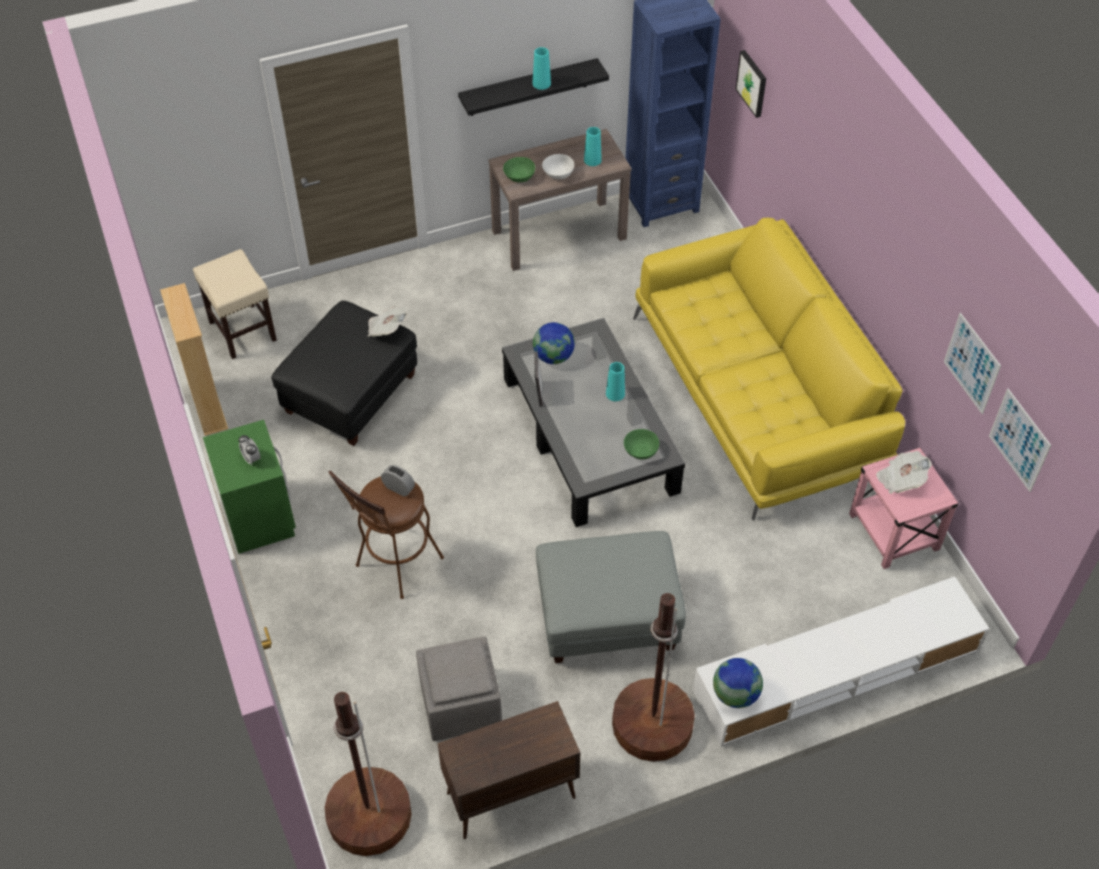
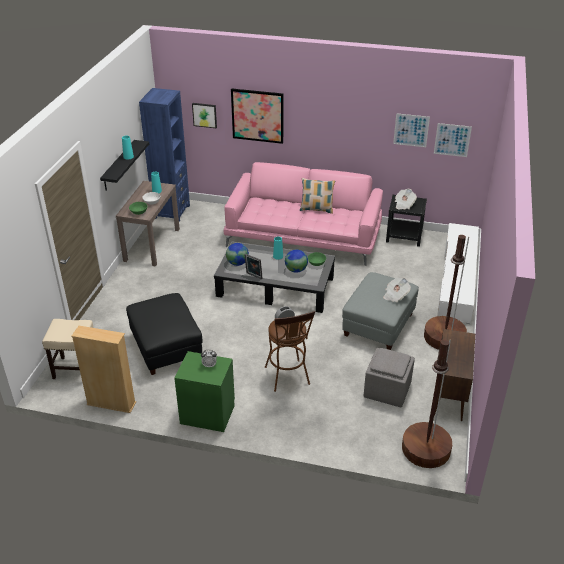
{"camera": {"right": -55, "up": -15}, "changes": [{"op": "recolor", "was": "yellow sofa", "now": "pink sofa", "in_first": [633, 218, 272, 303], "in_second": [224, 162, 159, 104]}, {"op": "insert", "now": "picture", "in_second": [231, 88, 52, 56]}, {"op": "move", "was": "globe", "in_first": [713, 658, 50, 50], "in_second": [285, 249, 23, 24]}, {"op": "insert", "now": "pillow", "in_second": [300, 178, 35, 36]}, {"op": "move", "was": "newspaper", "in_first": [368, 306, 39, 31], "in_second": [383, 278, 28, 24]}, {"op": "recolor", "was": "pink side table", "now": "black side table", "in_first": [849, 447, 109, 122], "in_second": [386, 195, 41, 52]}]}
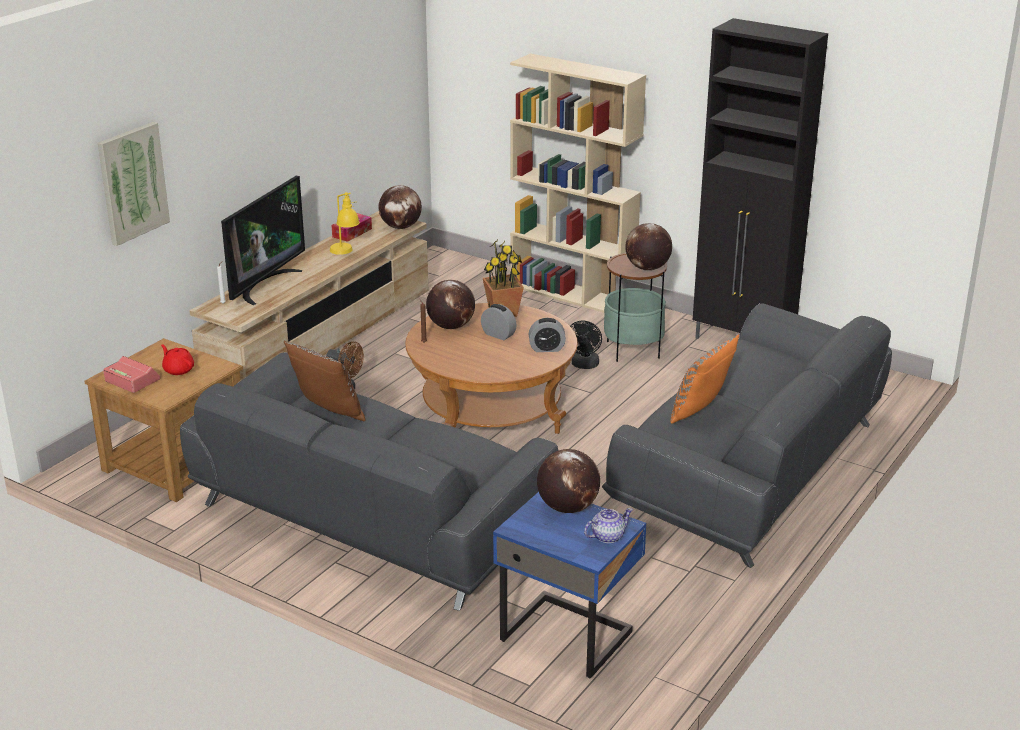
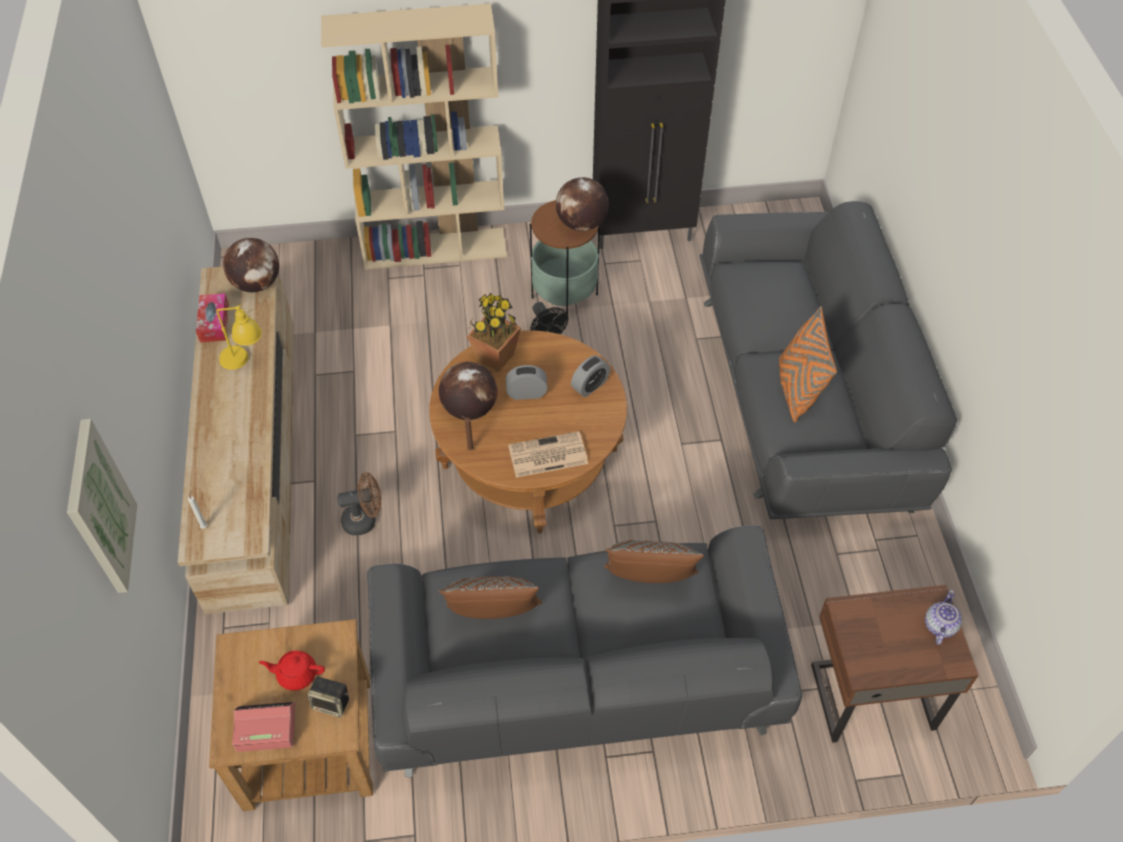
{"camera": {"right": -40, "up": 25}, "changes": [{"op": "insert", "now": "speaker", "in_second": [307, 676, 42, 41]}, {"op": "insert", "now": "newspaper", "in_second": [508, 431, 80, 47]}, {"op": "insert", "now": "brown pillow", "in_second": [604, 540, 100, 43]}, {"op": "recolor", "was": "blue nightstand", "now": "brown nightstand", "in_first": [493, 492, 153, 186], "in_second": [811, 585, 168, 158]}, {"op": "delete", "was": "television", "in_first": [221, 176, 84, 129]}, {"op": "delete", "was": "globe", "in_first": [537, 449, 63, 64]}]}
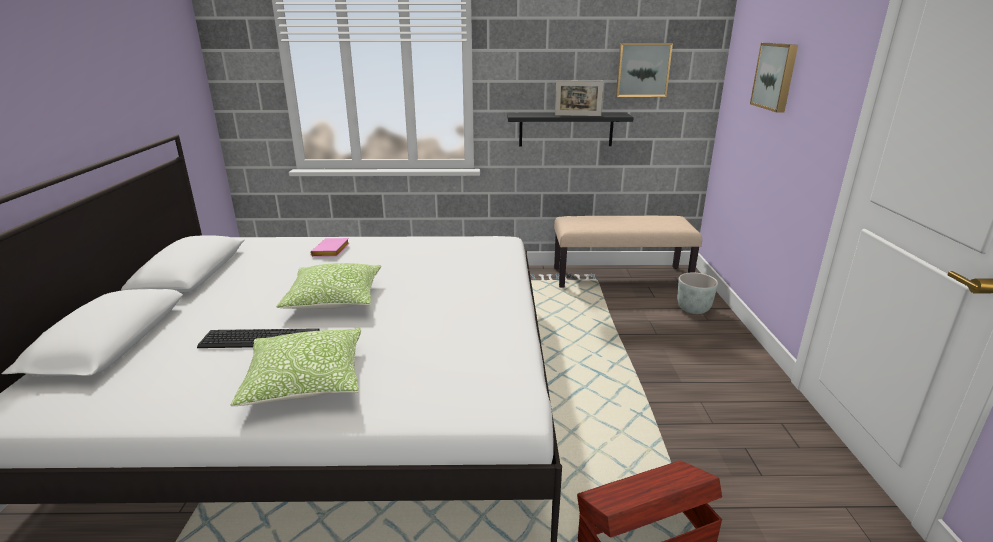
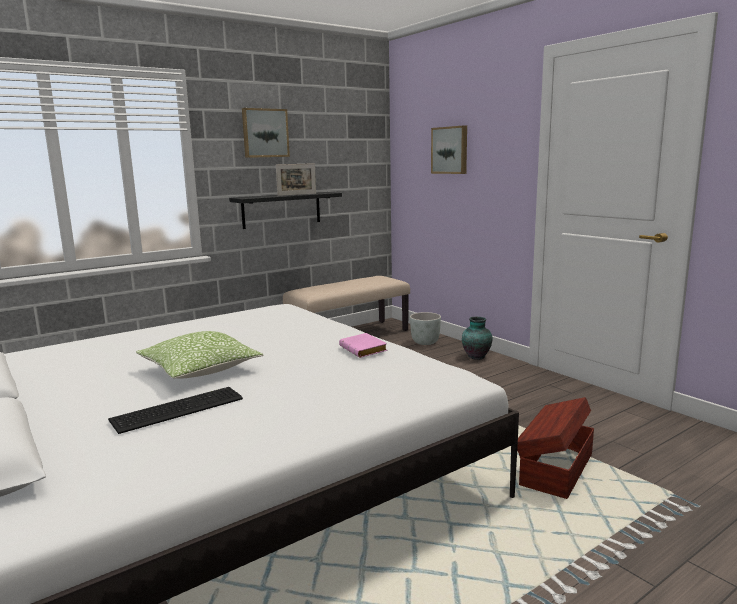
{"camera": {"right": -35, "up": -10}, "changes": [{"op": "move", "was": "picture", "in_first": [616, 43, 57, 54], "in_second": [242, 108, 48, 50]}, {"op": "move", "was": "pink book", "in_first": [311, 238, 39, 19], "in_second": [339, 333, 49, 25]}, {"op": "insert", "now": "vase", "in_second": [462, 317, 31, 43]}, {"op": "delete", "was": "pillow", "in_first": [231, 328, 130, 78]}]}
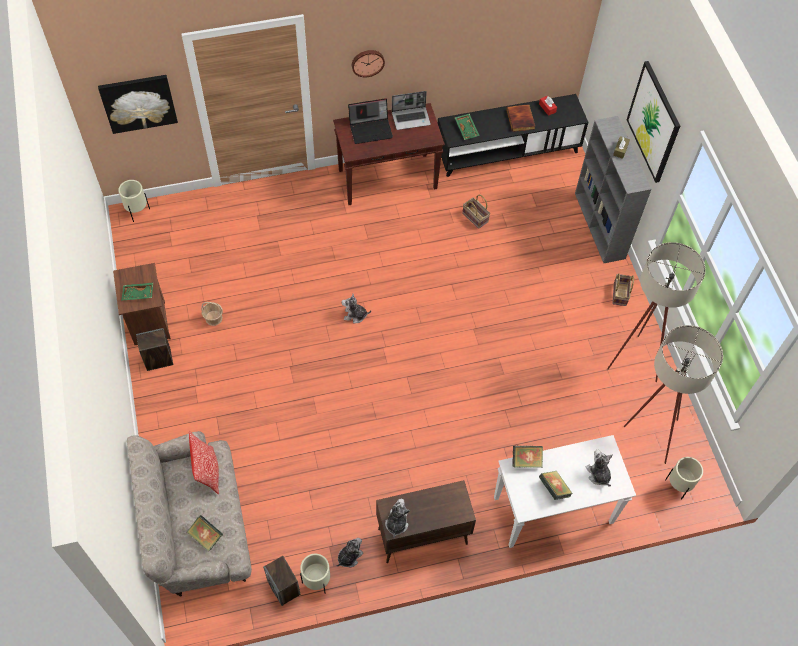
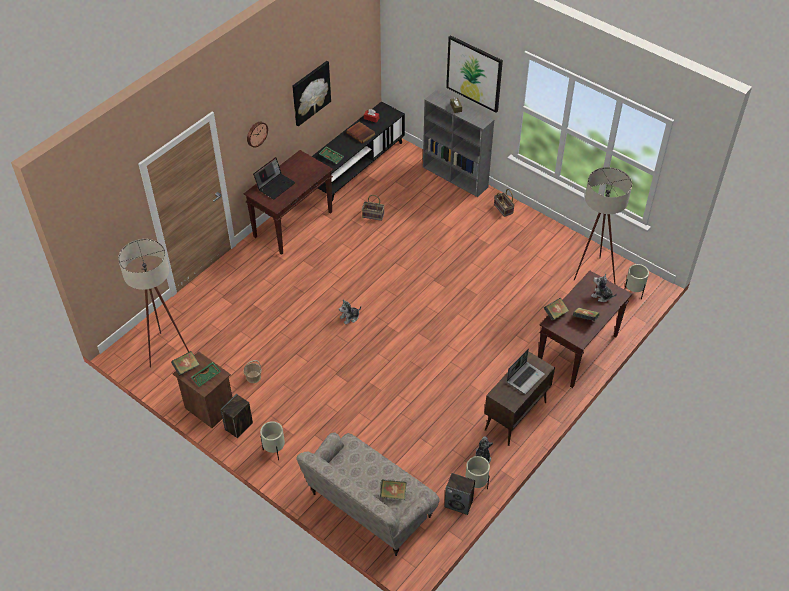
{"camera": {"right": -35, "up": -10}, "changes": [{"op": "move", "was": "beige floor lamp", "in_first": [607, 242, 99, 140], "in_second": [118, 239, 71, 129]}, {"op": "insert", "now": "book", "in_second": [171, 351, 29, 25]}, {"op": "move", "was": "beige planter", "in_first": [118, 180, 32, 42], "in_second": [260, 421, 25, 39]}, {"op": "move", "was": "picture", "in_first": [98, 75, 80, 59], "in_second": [292, 61, 39, 65]}, {"op": "move", "was": "laptop", "in_first": [392, 91, 39, 39], "in_second": [507, 349, 38, 45]}, {"op": "recolor", "was": "white console table", "now": "brown console table", "in_first": [494, 435, 142, 113], "in_second": [538, 271, 94, 117]}, {"op": "delete", "was": "pillow", "in_first": [189, 431, 30, 64]}, {"op": "delete", "was": "plush toy", "in_first": [385, 499, 25, 38]}]}
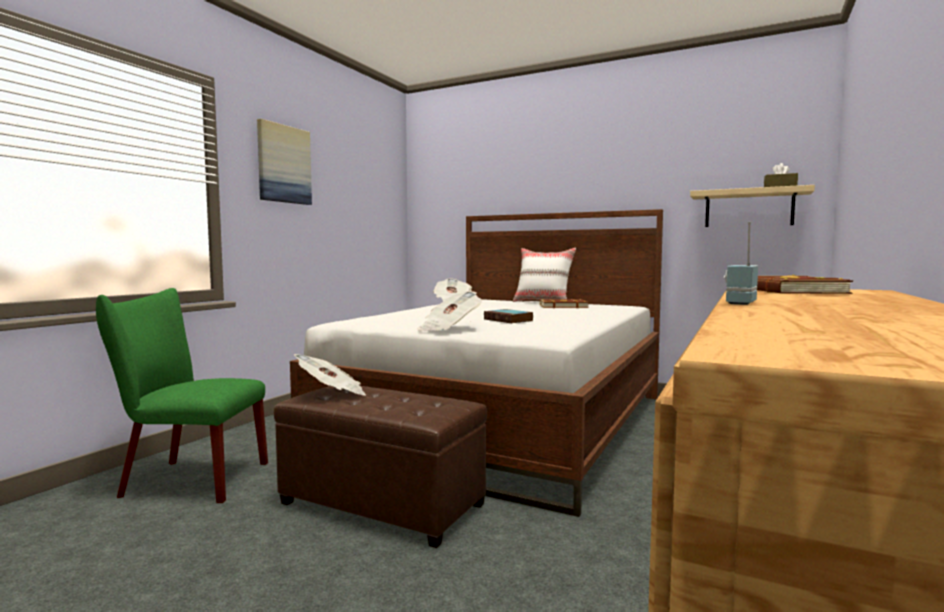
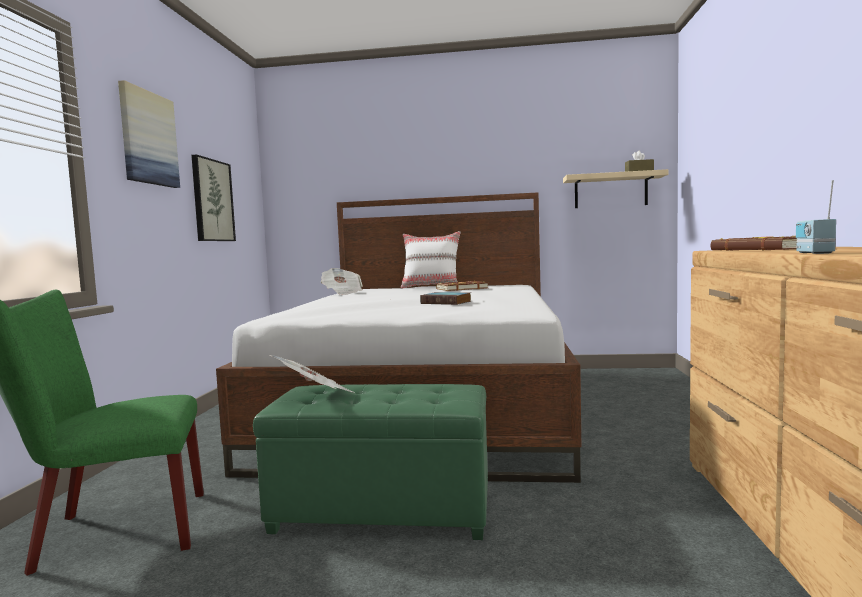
{"camera": {"right": -20, "up": 0}, "changes": [{"op": "insert", "now": "picture", "in_second": [191, 155, 45, 86]}, {"op": "recolor", "was": "brown ottoman", "now": "green ottoman", "in_first": [274, 386, 213, 162], "in_second": [253, 384, 235, 156]}, {"op": "delete", "was": "newspaper", "in_first": [417, 291, 65, 40]}]}
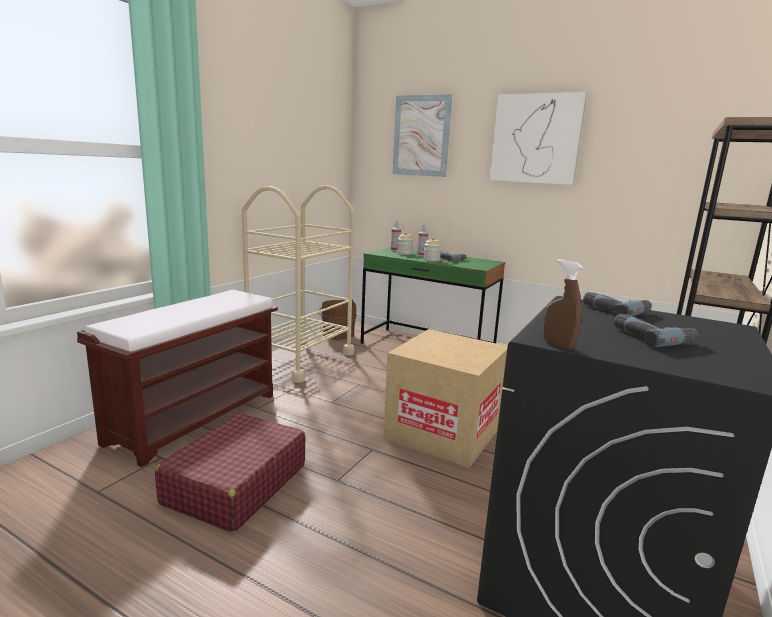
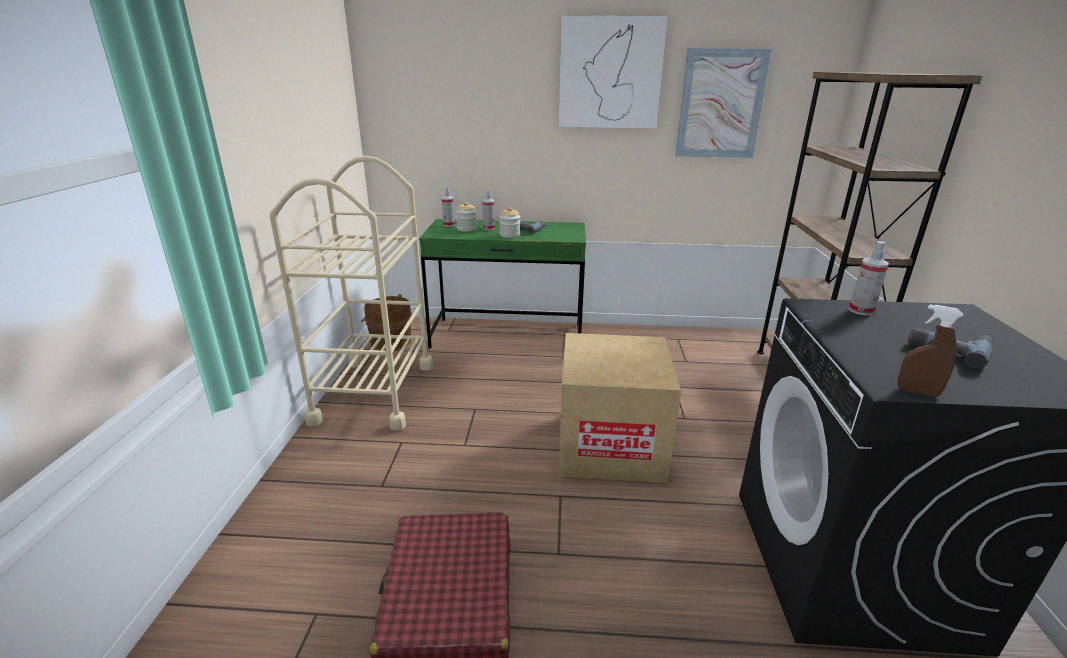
{"camera": {"right": -25, "up": 10}, "changes": [{"op": "move", "was": "picture", "in_first": [393, 94, 59, 83], "in_second": [675, 48, 97, 110]}, {"op": "replace", "was": "power drill", "now": "spray bottle", "in_first": [583, 292, 69, 24], "in_second": [849, 241, 40, 75]}, {"op": "delete", "was": "brown bench", "in_first": [77, 290, 201, 177]}]}
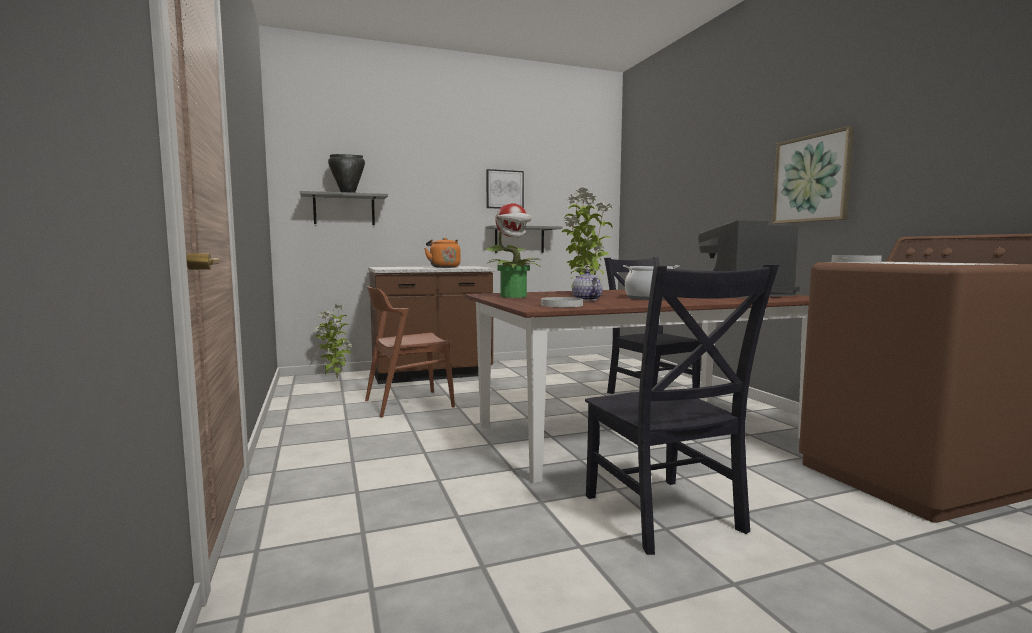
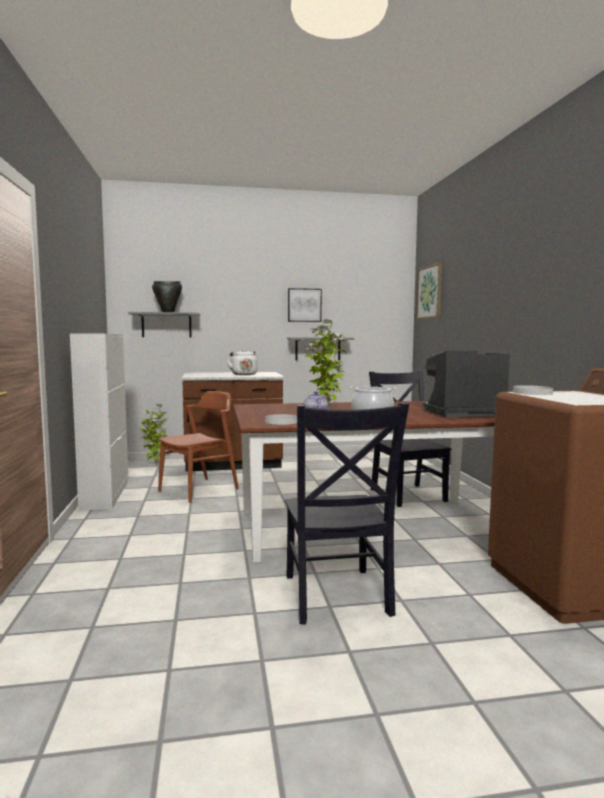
{"camera": {"right": 10, "up": 0}, "changes": [{"op": "insert", "now": "white cabinet", "in_second": [70, 333, 58, 178]}, {"op": "rotate", "was": "brown chair", "in_first": [365, 286, 90, 132], "in_second": [158, 391, 81, 112], "clockwise": 150}, {"op": "recolor", "was": "orange kettle", "now": "white kettle", "in_first": [424, 238, 37, 30], "in_second": [226, 350, 31, 25]}, {"op": "move", "was": "picture", "in_first": [772, 126, 82, 98], "in_second": [416, 263, 26, 56]}, {"op": "delete", "was": "potted plant", "in_first": [485, 203, 56, 95]}]}
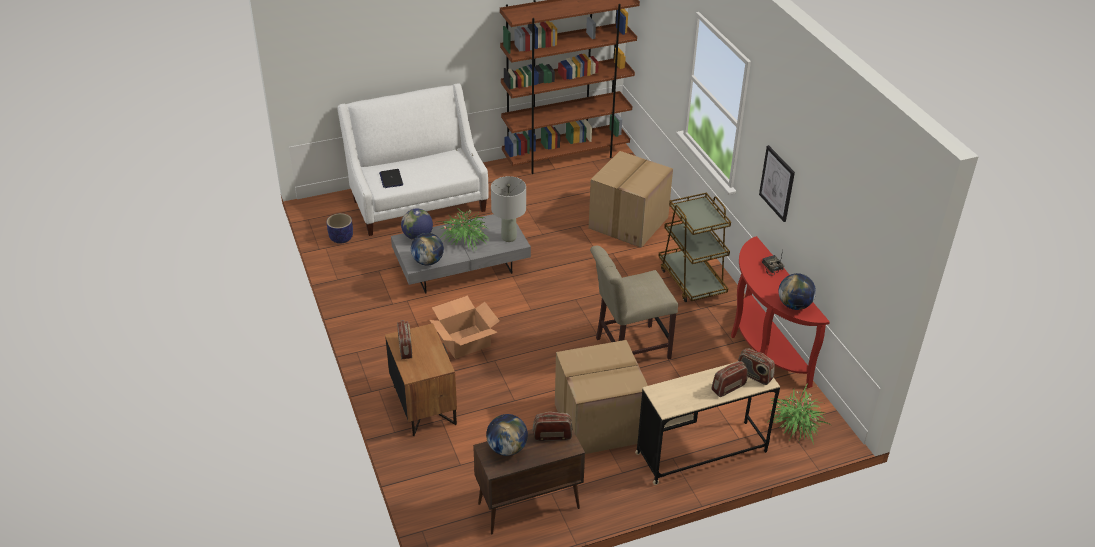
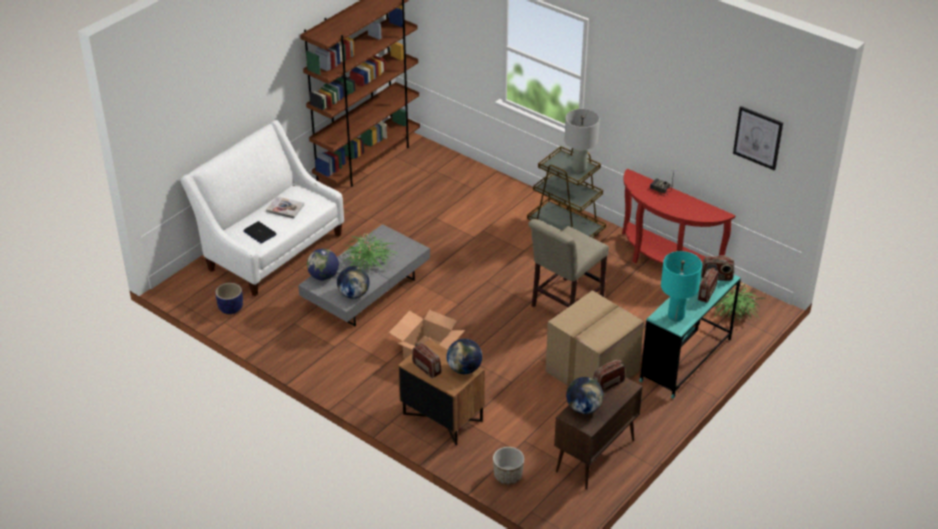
{"camera": {"right": -30, "up": 0}, "changes": [{"op": "insert", "now": "book", "in_second": [266, 196, 38, 23]}, {"op": "move", "was": "globe", "in_first": [779, 273, 37, 37], "in_second": [447, 339, 35, 35]}, {"op": "insert", "now": "planter", "in_second": [493, 447, 31, 38]}, {"op": "move", "was": "grey table lamp", "in_first": [491, 176, 35, 66], "in_second": [564, 109, 36, 64]}, {"op": "recolor", "was": "beige desk", "now": "turquoise desk", "in_first": [635, 363, 145, 122], "in_second": [639, 274, 102, 125]}, {"op": "insert", "now": "turquoise table lamp", "in_second": [661, 251, 41, 70]}, {"op": "move", "was": "picture", "in_first": [759, 145, 36, 77], "in_second": [733, 106, 50, 64]}, {"op": "delete", "was": "cardboard box", "in_first": [589, 151, 84, 97]}]}
